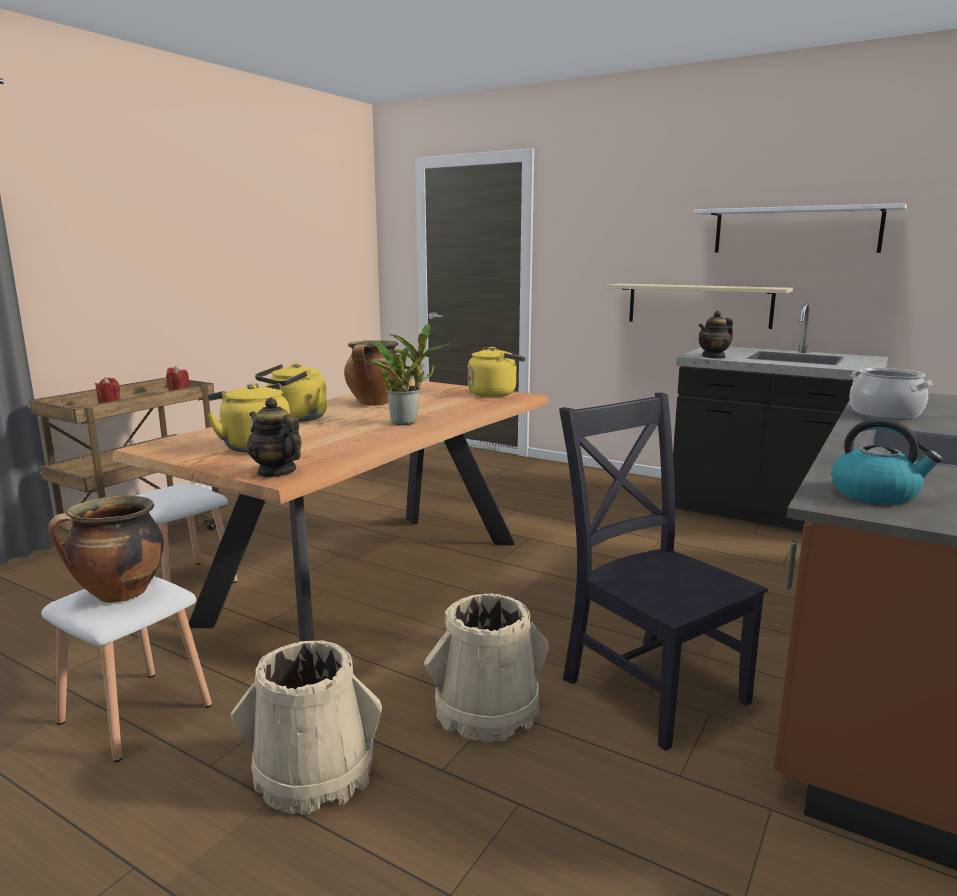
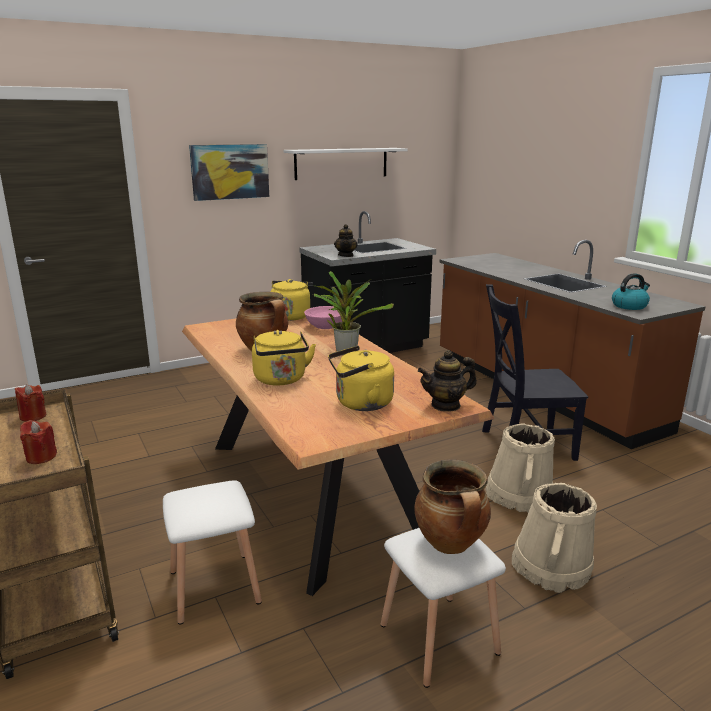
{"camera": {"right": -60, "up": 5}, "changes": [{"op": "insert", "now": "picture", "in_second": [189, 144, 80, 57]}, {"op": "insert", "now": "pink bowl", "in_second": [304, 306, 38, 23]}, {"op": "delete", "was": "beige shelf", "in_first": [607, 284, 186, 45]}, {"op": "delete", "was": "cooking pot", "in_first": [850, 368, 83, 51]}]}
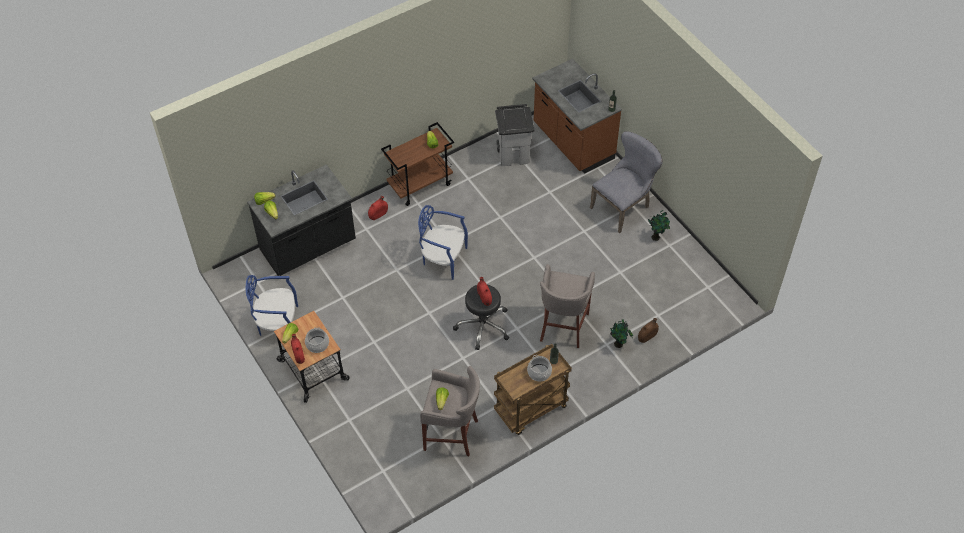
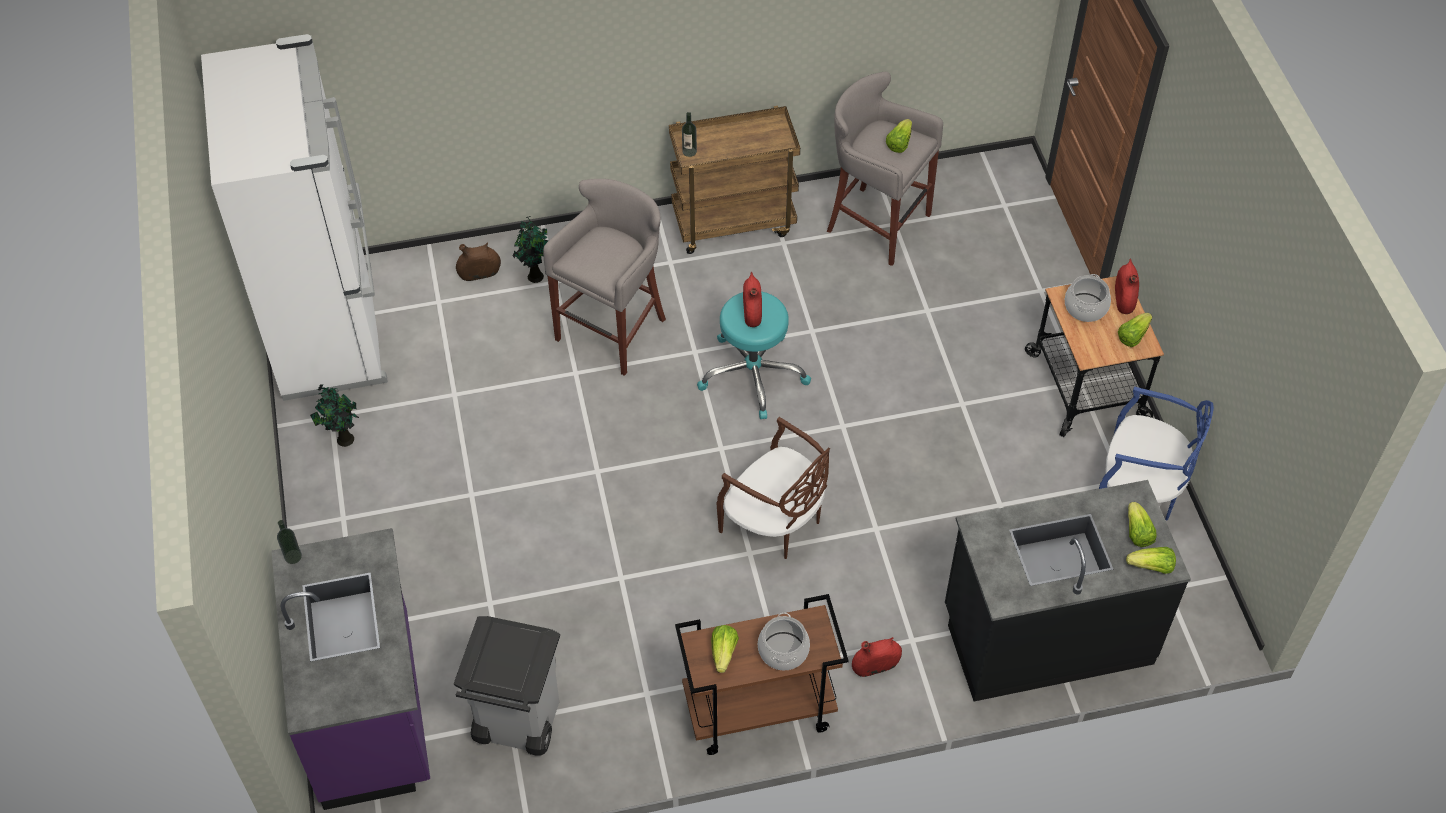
{"camera": {"right": -160, "up": 0}, "changes": [{"op": "insert", "now": "white fridge", "in_second": [201, 34, 187, 367]}, {"op": "recolor", "was": "brown counter", "now": "purple counter", "in_first": [532, 59, 90, 115], "in_second": [271, 528, 159, 282]}, {"op": "recolor", "was": "black stool", "now": "turquoise stool", "in_first": [453, 285, 56, 65], "in_second": [697, 291, 114, 128]}, {"op": "recolor", "was": "blue chair", "now": "brown chair", "in_first": [418, 205, 50, 75], "in_second": [716, 417, 114, 142]}, {"op": "move", "was": "cooking pot", "in_first": [527, 355, 25, 26], "in_second": [758, 613, 52, 58]}, {"op": "delete", "was": "grey chair", "in_first": [590, 131, 73, 102]}]}
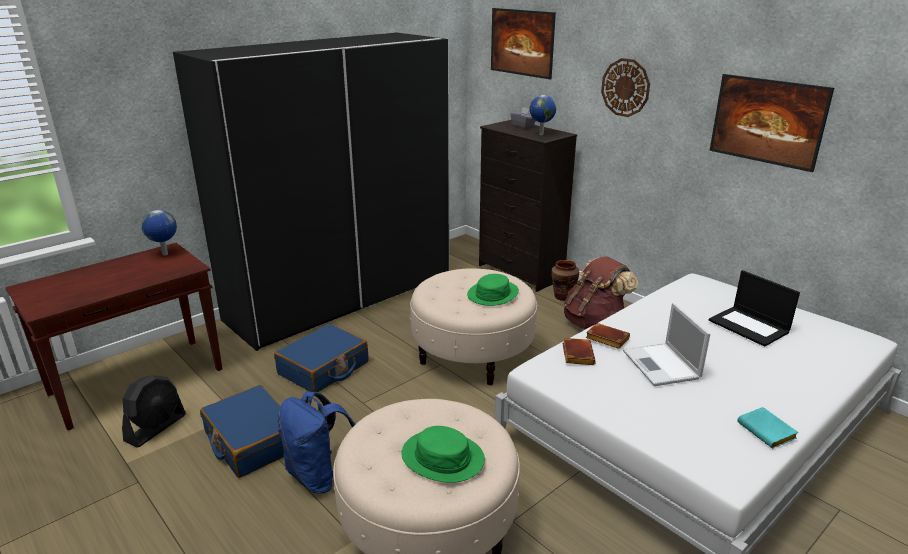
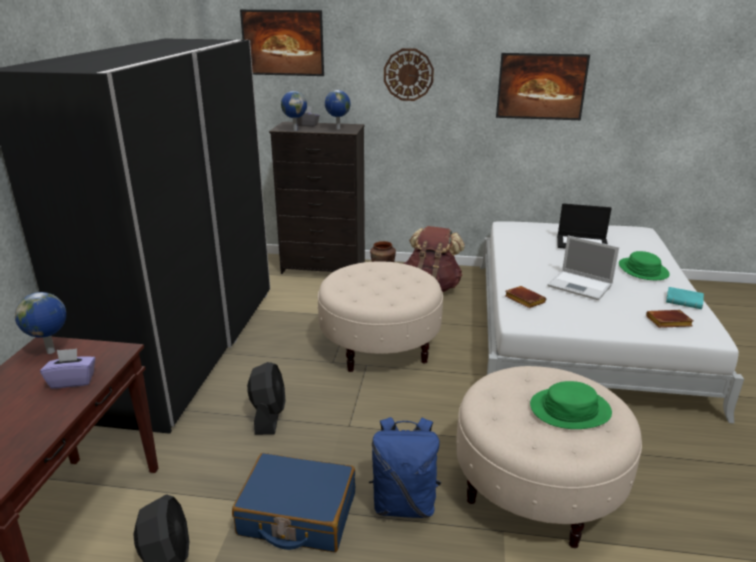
{"camera": {"right": -40, "up": 0}, "changes": [{"op": "insert", "now": "purple tissue box", "in_second": [40, 349, 56, 40]}, {"op": "replace", "was": "blue suitcase", "now": "black fan", "in_first": [274, 324, 94, 68], "in_second": [247, 362, 38, 73]}, {"op": "insert", "now": "globe", "in_second": [281, 91, 26, 40]}, {"op": "move", "was": "green hat", "in_first": [467, 274, 52, 32], "in_second": [619, 251, 51, 29]}, {"op": "move", "was": "brown book", "in_first": [586, 323, 44, 26], "in_second": [646, 310, 47, 18]}]}
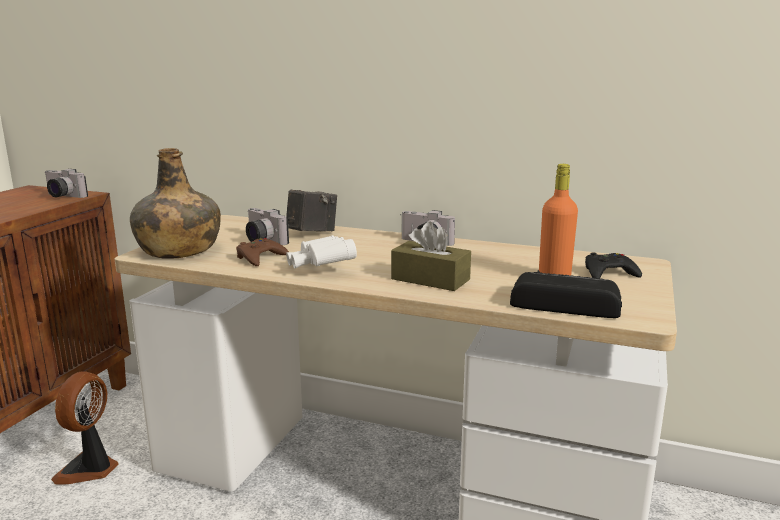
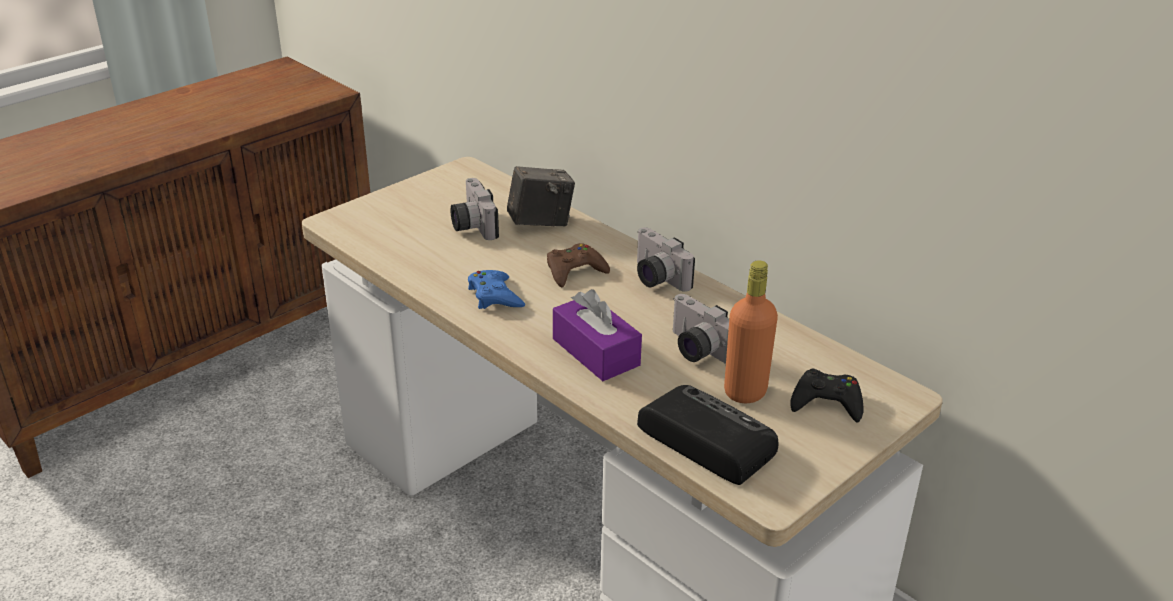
{"camera": {"right": 25, "up": 15}, "changes": [{"op": "replace", "was": "white binoculars", "now": "blue game controller", "in_first": [286, 235, 71, 33], "in_second": [468, 270, 57, 39]}, {"op": "move", "was": "brown game controller", "in_first": [236, 238, 53, 28], "in_second": [547, 243, 63, 44]}, {"op": "recolor", "was": "brown tissue box", "now": "purple tissue box", "in_first": [391, 221, 80, 70], "in_second": [553, 289, 89, 92]}, {"op": "move", "was": "photo camera", "in_first": [45, 169, 43, 29], "in_second": [673, 294, 56, 70]}, {"op": "delete", "was": "fan", "in_first": [51, 371, 68, 114]}, {"op": "delete", "was": "green bottle", "in_first": [130, 148, 91, 111]}]}
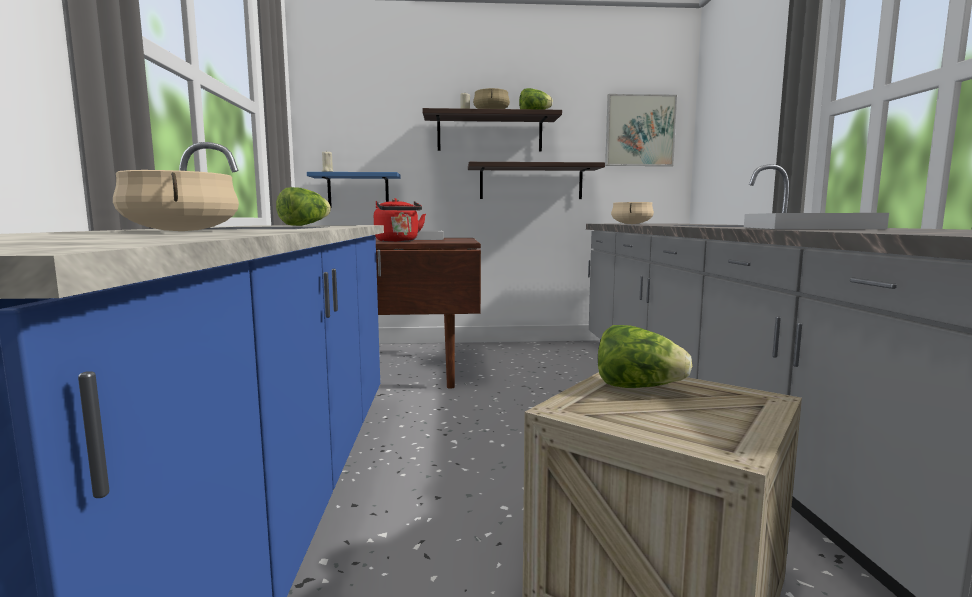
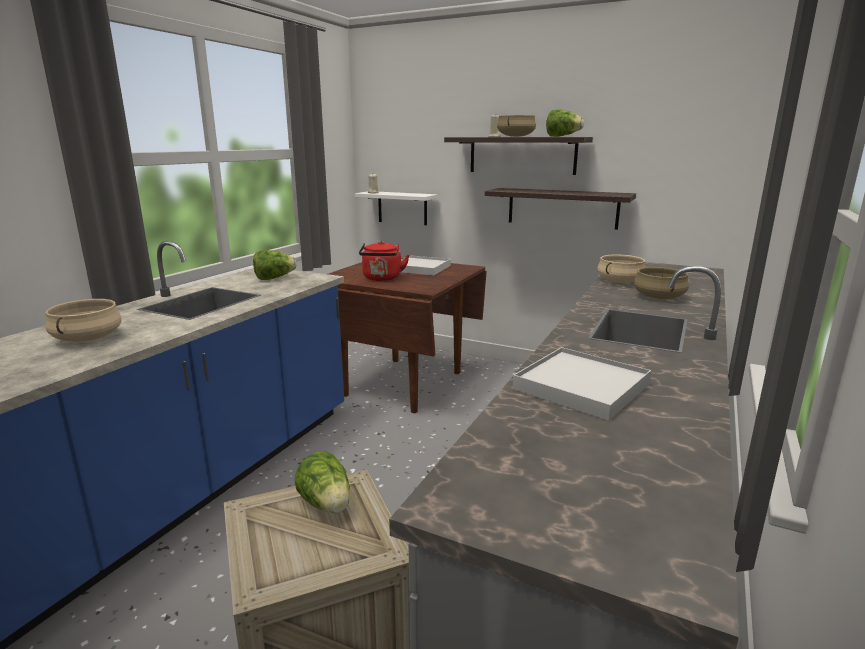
{"camera": {"right": 30, "up": 10}, "changes": [{"op": "recolor", "was": "blue shelf", "now": "white shelf", "in_first": [307, 172, 94, 36], "in_second": [355, 191, 82, 34]}, {"op": "insert", "now": "beige cooking pot", "in_second": [634, 267, 55, 32]}, {"op": "delete", "was": "picture", "in_first": [605, 94, 72, 72]}]}
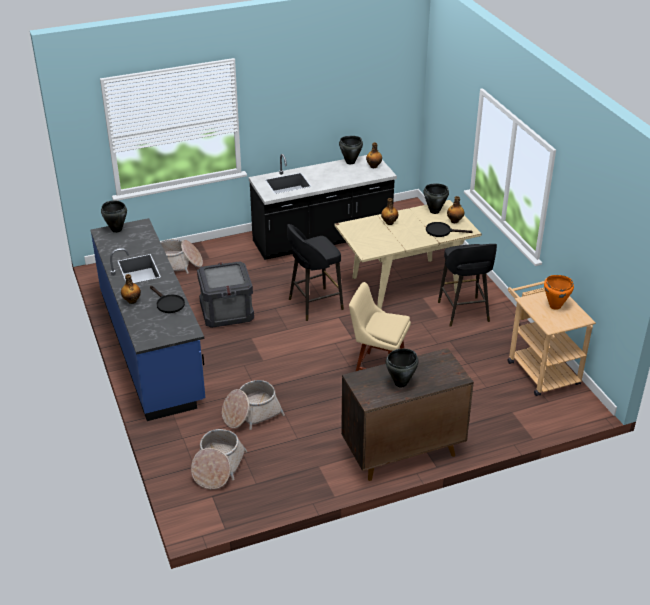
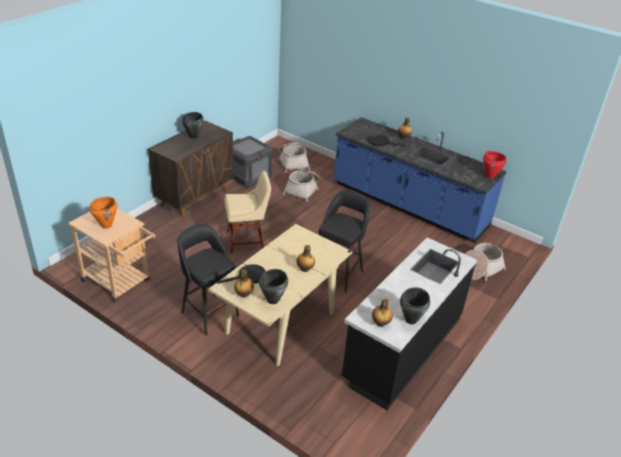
{"camera": {"right": 145, "up": 0}, "changes": [{"op": "move", "was": "crate", "in_first": [197, 261, 57, 67], "in_second": [232, 136, 41, 51]}, {"op": "recolor", "was": "black cooking pot", "now": "red cooking pot", "in_first": [101, 200, 26, 33], "in_second": [483, 151, 24, 28]}]}
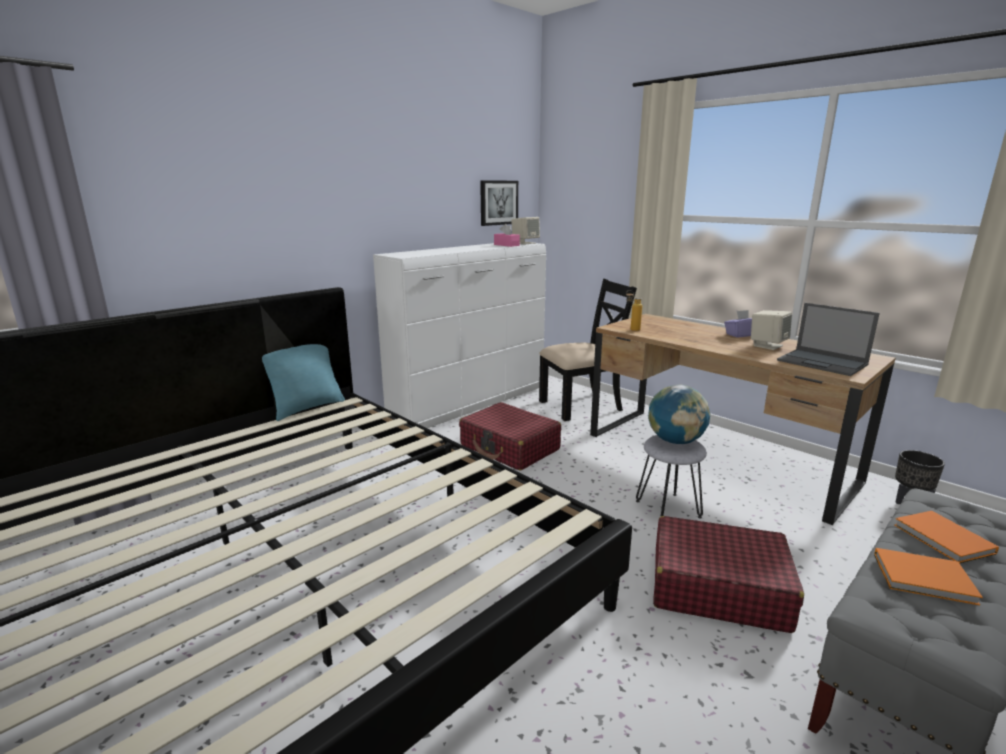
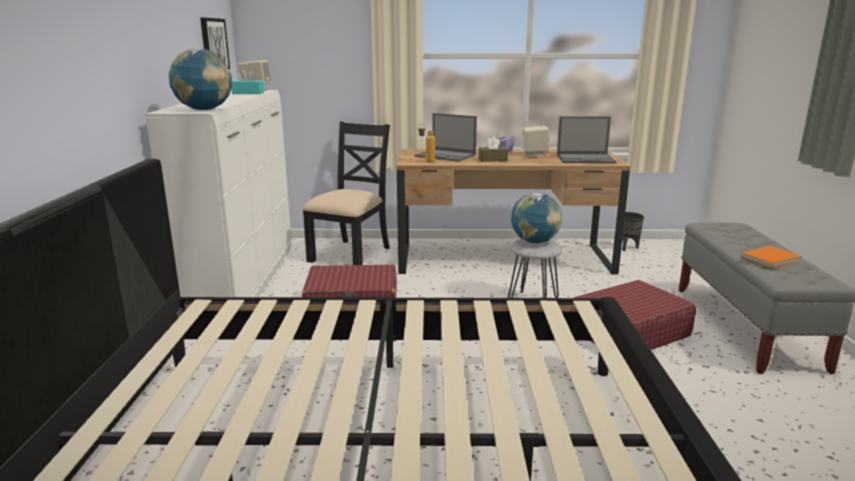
{"camera": {"right": -45, "up": 0}, "changes": [{"op": "insert", "now": "globe", "in_second": [169, 48, 63, 62]}, {"op": "recolor", "was": "pink tissue box", "now": "turquoise tissue box", "in_first": [494, 224, 26, 23], "in_second": [231, 68, 33, 26]}, {"op": "insert", "now": "laptop", "in_second": [414, 113, 63, 49]}, {"op": "insert", "now": "brown tissue box", "in_second": [478, 136, 30, 26]}, {"op": "delete", "was": "turquoise pillow", "in_first": [262, 344, 83, 77]}, {"op": "delete", "was": "orange book", "in_first": [894, 511, 105, 52]}]}
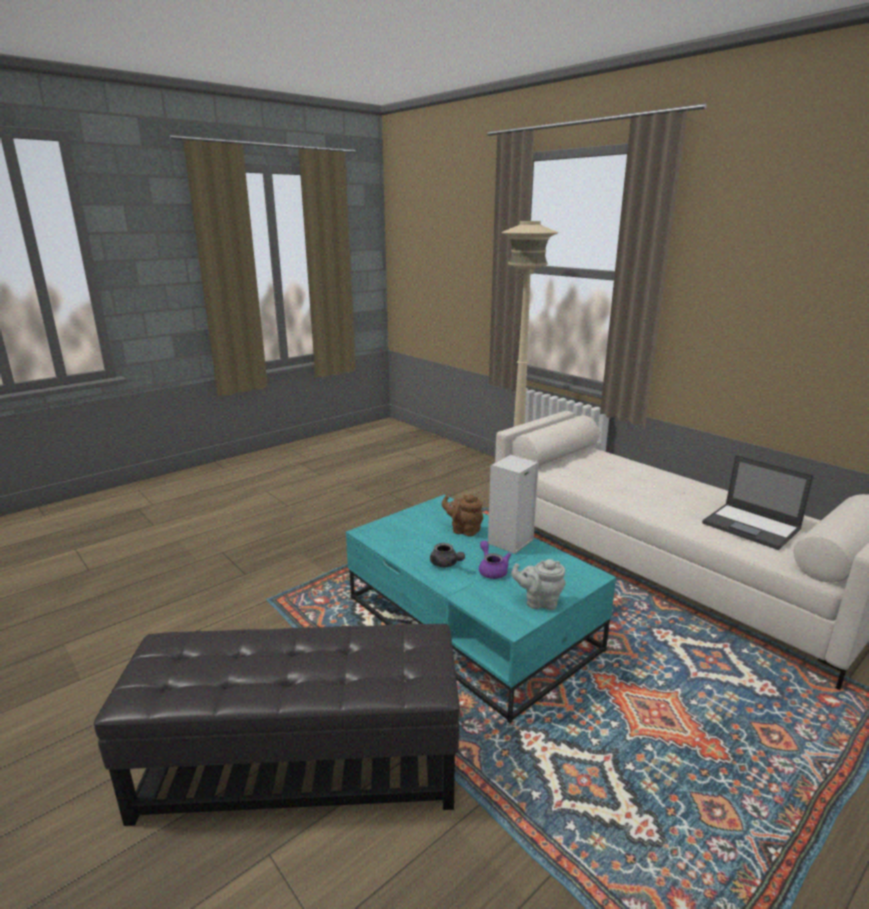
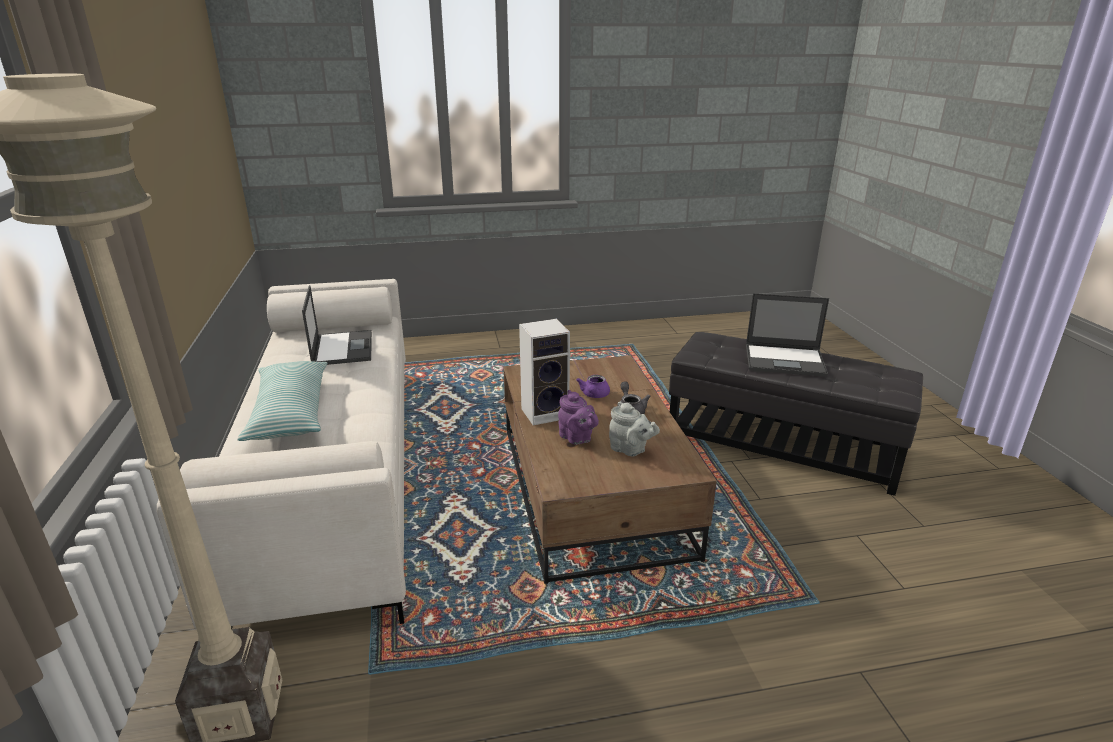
{"camera": {"right": -150, "up": 5}, "changes": [{"op": "insert", "now": "pillow", "in_second": [237, 361, 90, 80]}, {"op": "recolor", "was": "turquoise coffee table", "now": "brown coffee table", "in_first": [346, 494, 270, 229], "in_second": [504, 355, 213, 229]}, {"op": "recolor", "was": "brown teapot", "now": "purple teapot", "in_first": [442, 495, 41, 42], "in_second": [558, 390, 41, 55]}, {"op": "move", "was": "grey teapot", "in_first": [511, 559, 55, 51], "in_second": [609, 401, 51, 56]}, {"op": "insert", "now": "laptop", "in_second": [746, 293, 83, 84]}]}
